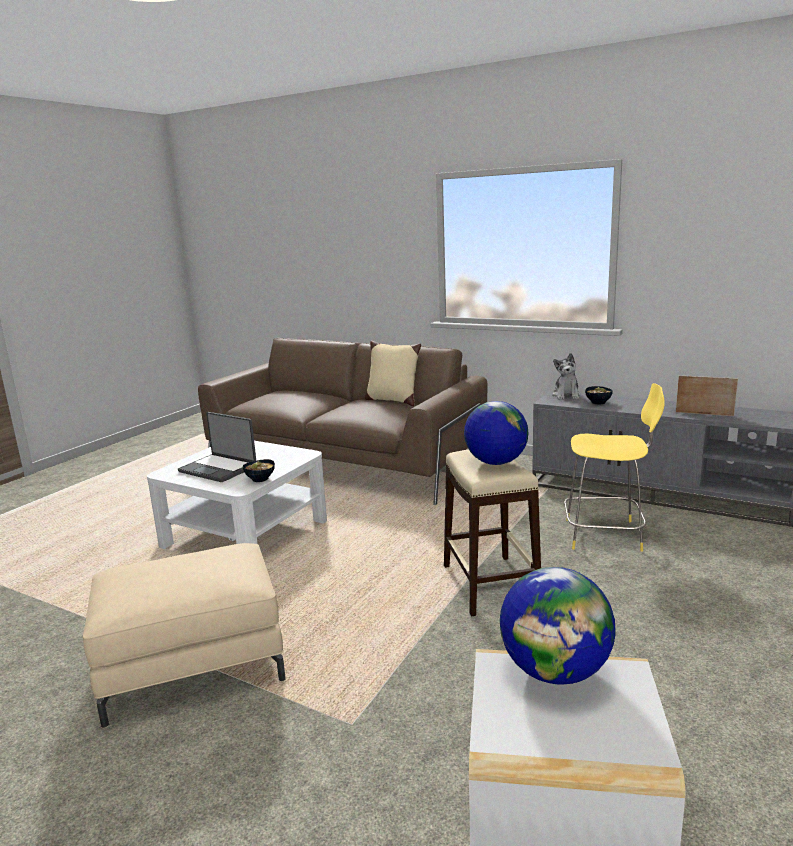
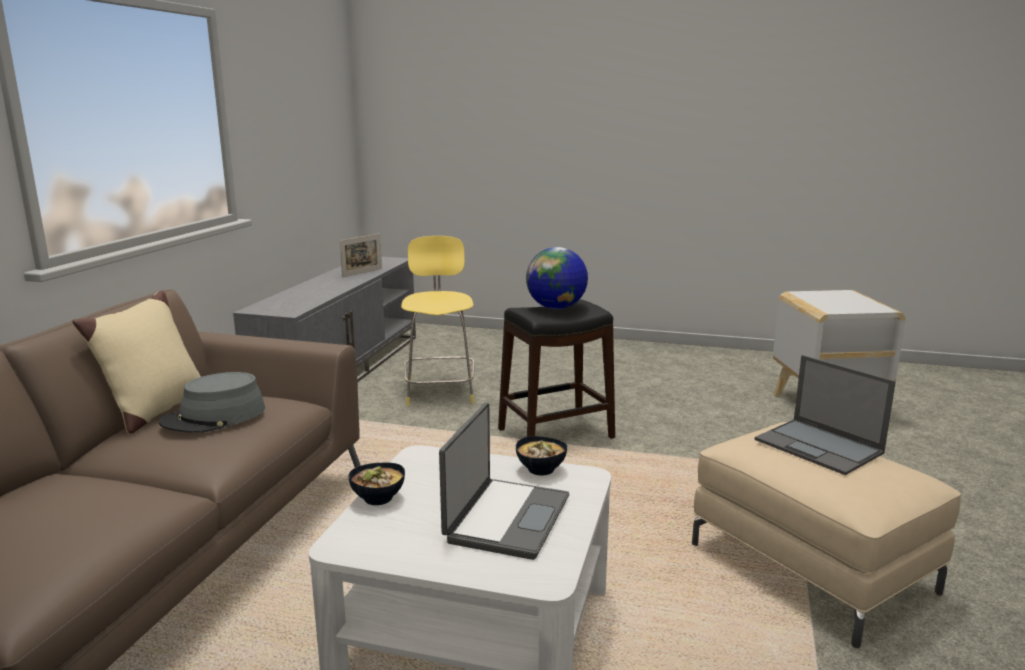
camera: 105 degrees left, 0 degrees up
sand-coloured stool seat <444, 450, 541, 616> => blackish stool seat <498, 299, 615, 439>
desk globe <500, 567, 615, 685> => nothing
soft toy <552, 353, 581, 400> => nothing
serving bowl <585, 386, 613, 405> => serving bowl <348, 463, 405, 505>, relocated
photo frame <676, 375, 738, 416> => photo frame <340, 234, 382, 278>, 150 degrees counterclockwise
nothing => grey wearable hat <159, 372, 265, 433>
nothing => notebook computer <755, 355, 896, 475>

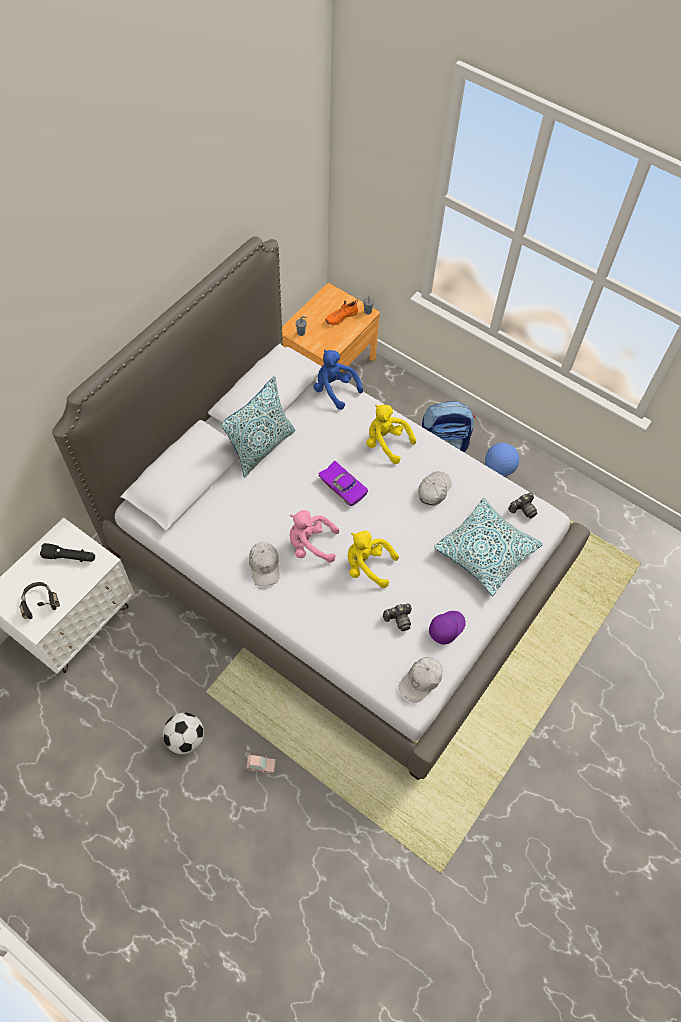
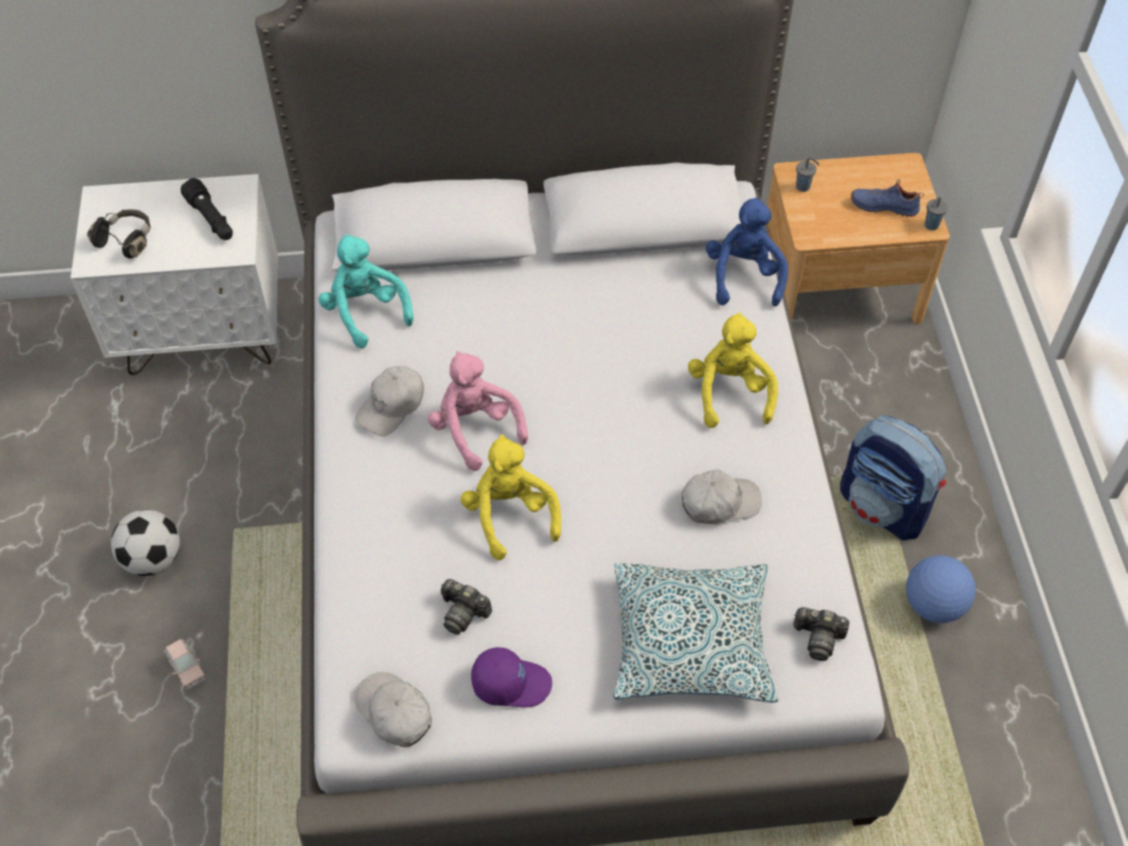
camera: 50 degrees right, 5 degrees down
throw pillow <221, 376, 295, 478> => nothing
purple miniature car <318, 461, 368, 506> => nothing
orangey item of footwear <326, 300, 358, 325> => blue-coloured item of footwear <851, 179, 924, 217>
whitish peaked cap <399, 657, 442, 703> => whitish peaked cap <354, 672, 432, 747>, 45 degrees clockwise
nothing => turquoise soft toy <318, 234, 413, 348>

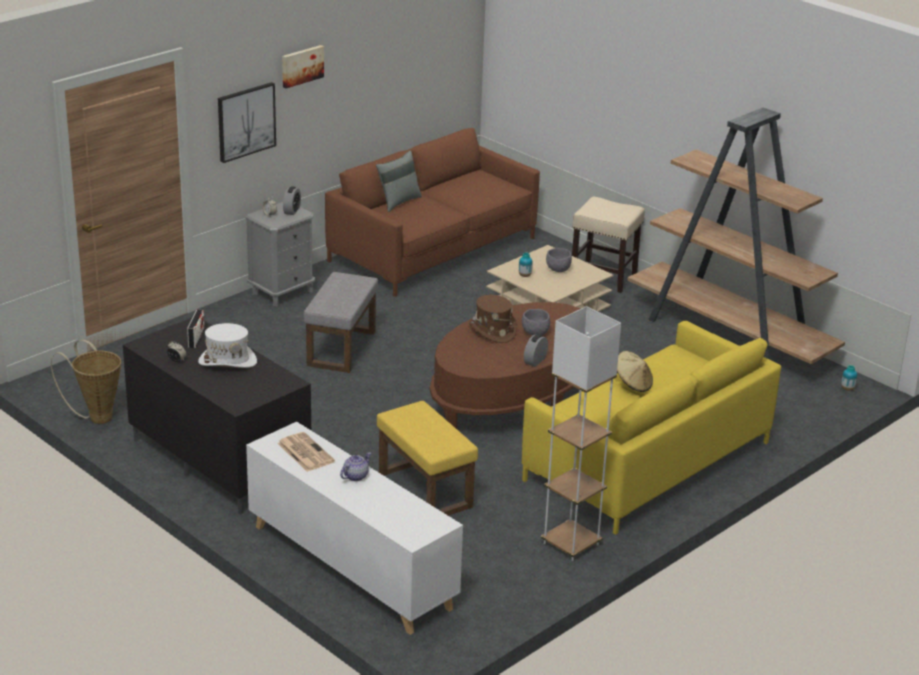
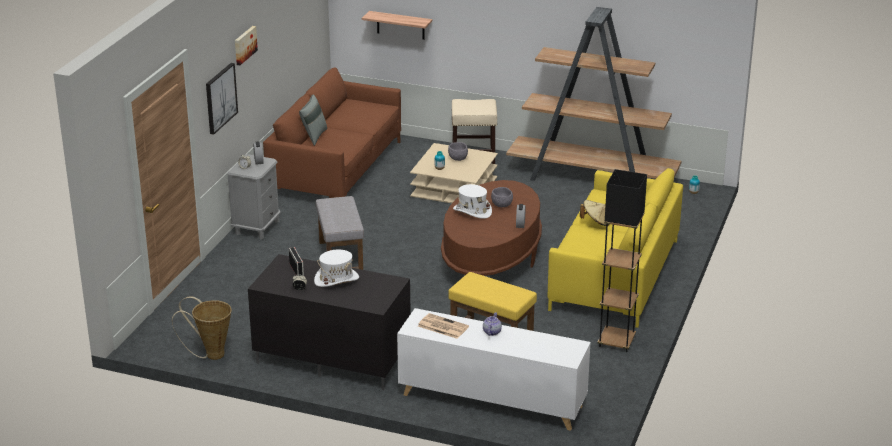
camera: 25 degrees left, 0 degrees up
brownish wearable hat <469, 295, 517, 343> => whitish wearable hat <453, 184, 492, 219>
whitish standing lamp <541, 306, 621, 561> => blackish standing lamp <597, 169, 647, 352>
nothing => bracket shelf <362, 11, 432, 40>

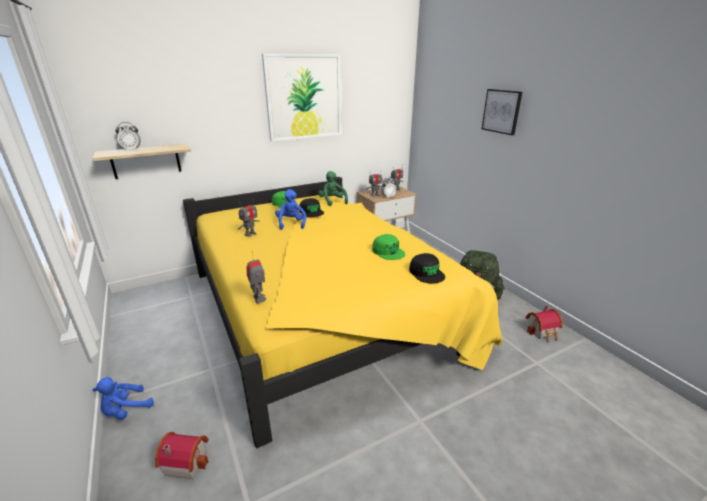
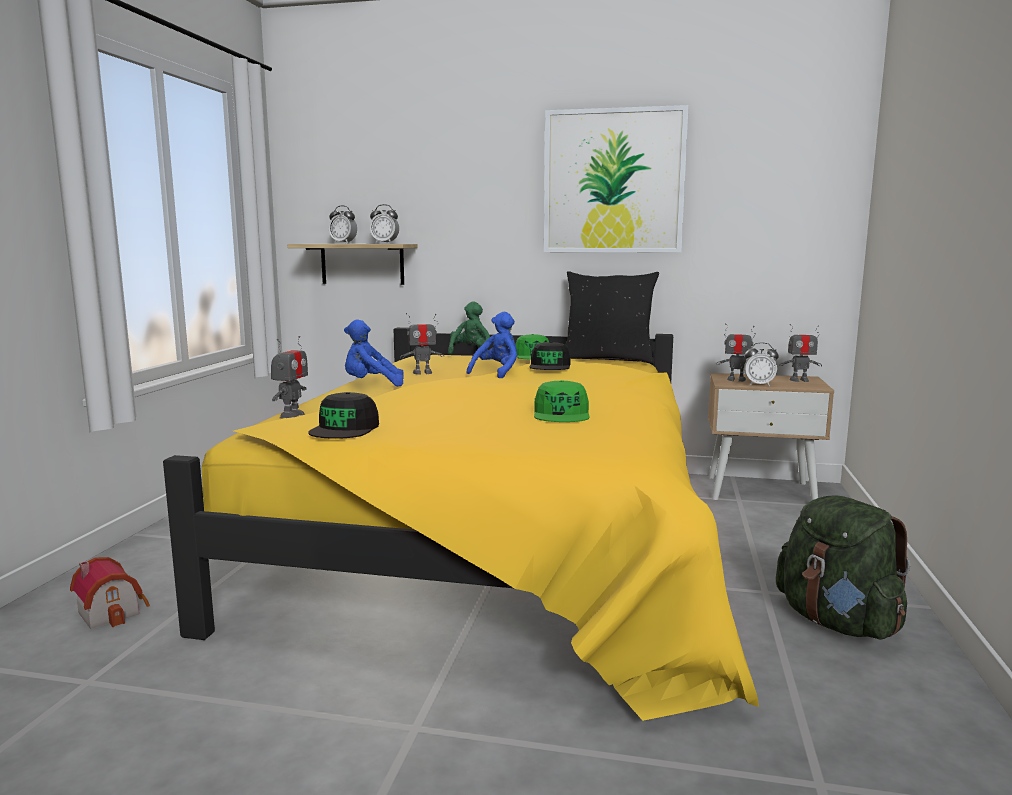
camera: 40 degrees right, 15 degrees down
blue-coloured soft toy <92, 377, 154, 420> => blue-coloured soft toy <344, 319, 404, 386>, relocated
greenish soft toy <318, 171, 348, 206> => greenish soft toy <448, 302, 490, 355>, relocated
blackish peaked cap <409, 253, 445, 283> => blackish peaked cap <308, 392, 379, 438>, relocated
wall picture <482, 89, 522, 135> => nothing
model house <526, 306, 563, 342> => nothing
nothing => alarm clock <370, 204, 399, 243>
nothing => blackish throw pillow <565, 271, 659, 364>

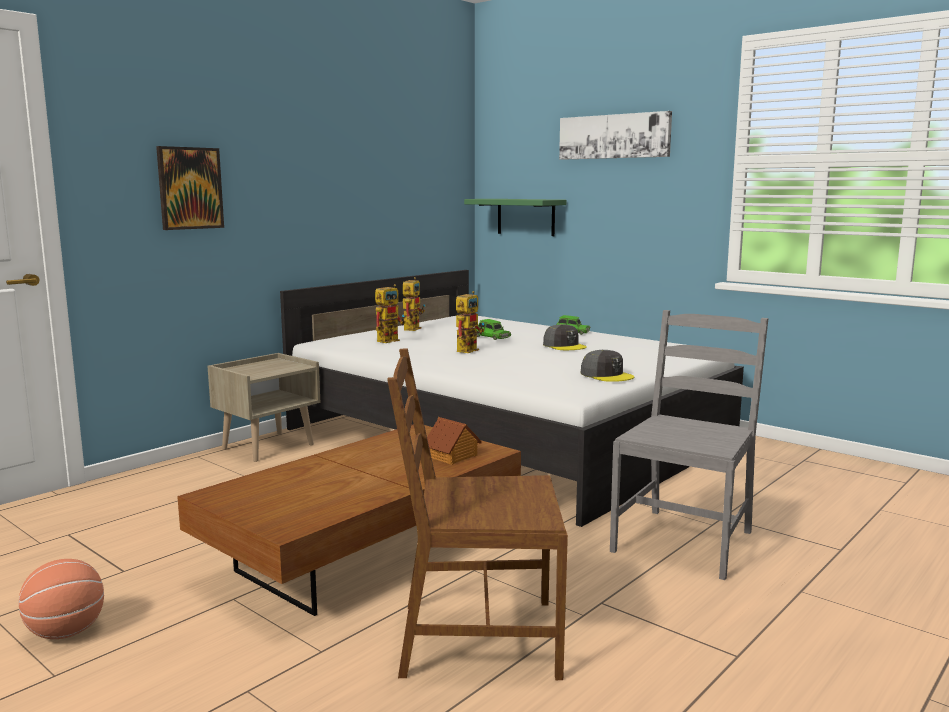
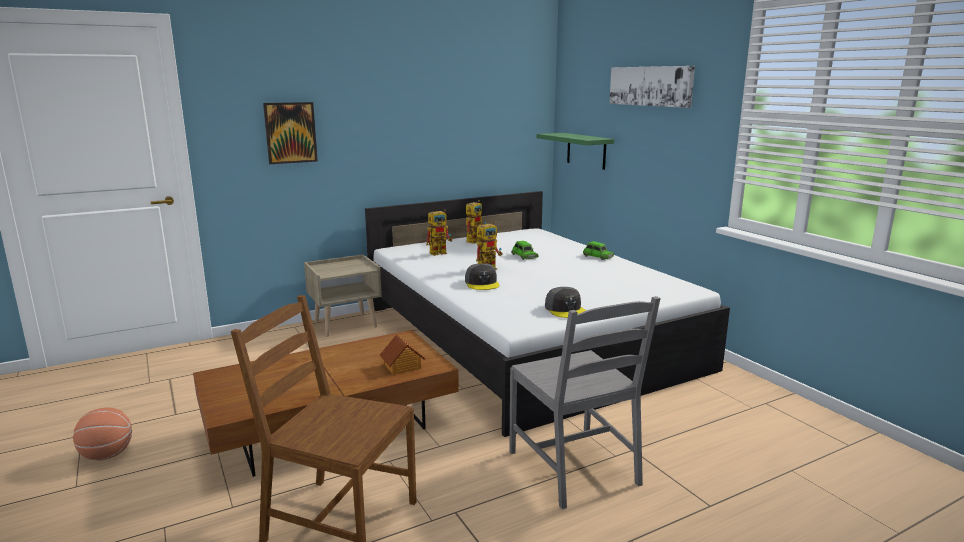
camera: 20 degrees right, 5 degrees up
grey peaked cap <543, 324, 587, 350> => grey peaked cap <465, 263, 500, 290>, relocated
grey chair <610, 310, 768, 580> => grey chair <509, 296, 661, 509>, 105 degrees clockwise

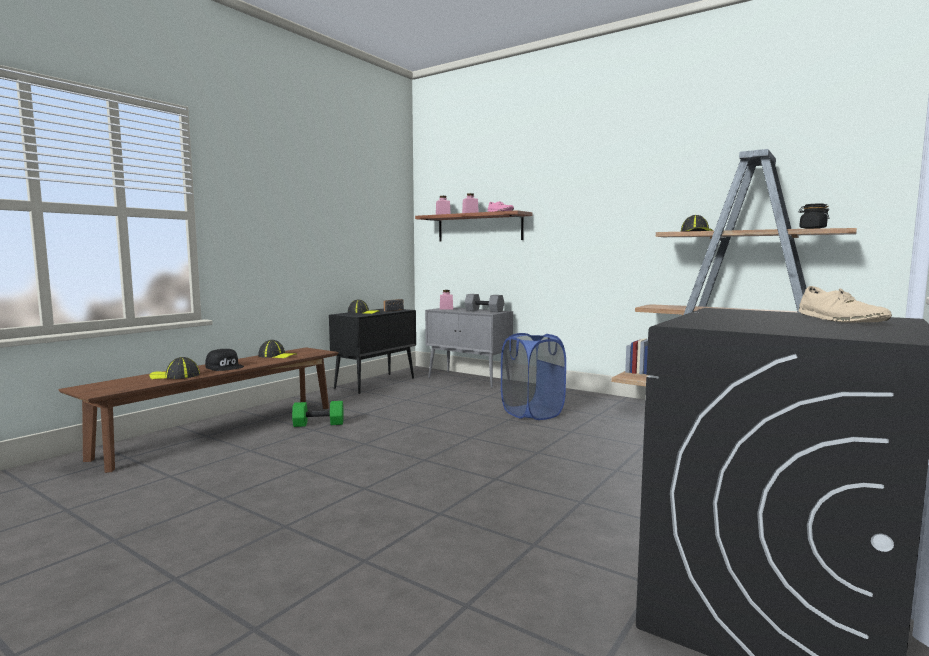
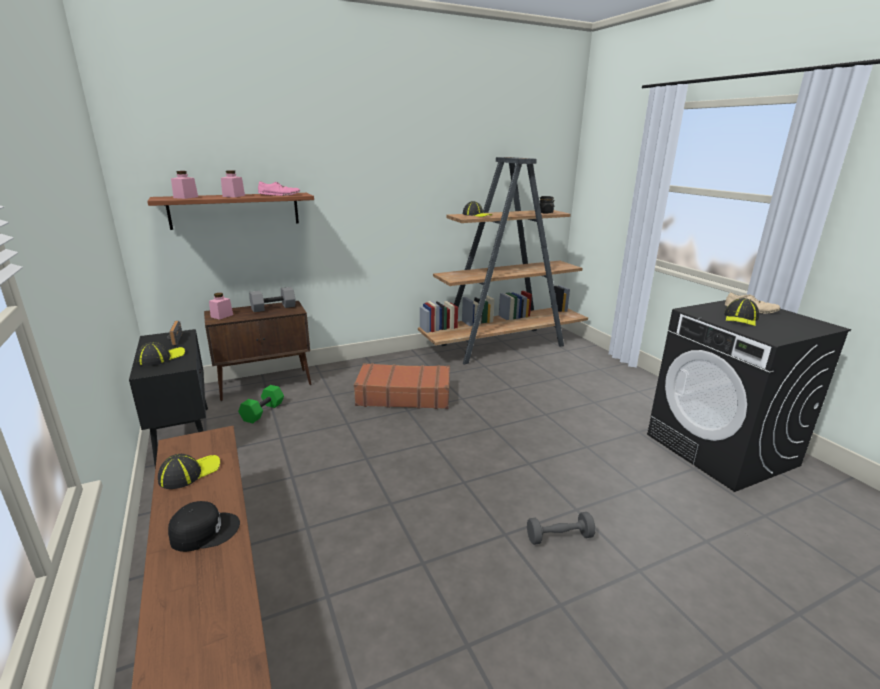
camera: 60 degrees left, 15 degrees up
peaked cap <149, 357, 200, 379> => peaked cap <724, 298, 759, 326>, relocated
greenish hand weight <292, 401, 343, 427> => greenish hand weight <238, 385, 284, 423>, relocated
grey cupboard <425, 307, 513, 388> => brownish cupboard <204, 301, 311, 401>
blue-coloured washing basket <501, 333, 566, 420> => brownish suitcase <354, 363, 450, 409>
nothing => grey hand weight <527, 512, 595, 545>

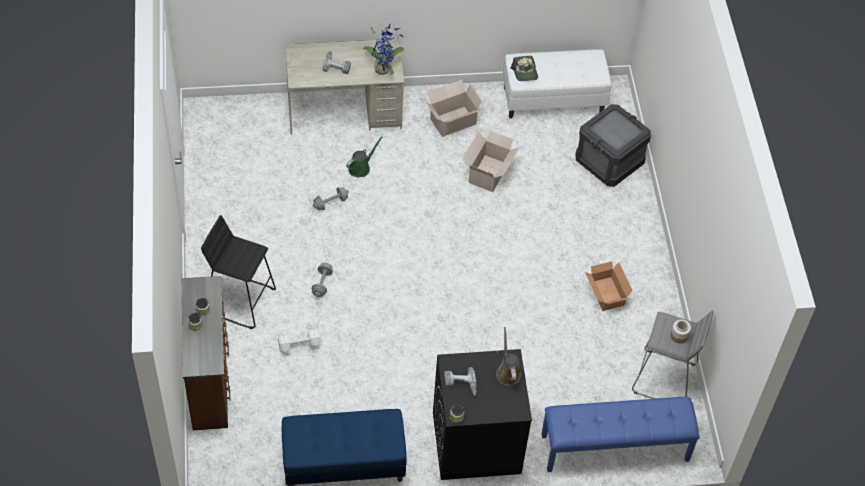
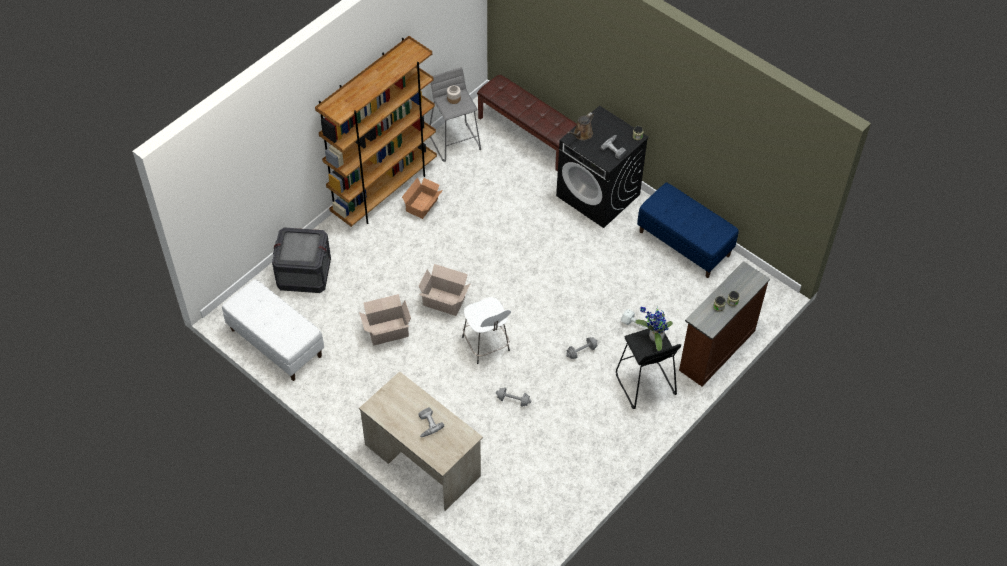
camera: 130 degrees left, 0 degrees up
greenish sprinkling can <346, 137, 383, 177> => nothing
plant in a pot <363, 25, 404, 75> => plant in a pot <635, 307, 673, 351>, relocated
packing box <425, 80, 482, 137> => packing box <418, 264, 471, 316>, relocated
peaked cap <510, 56, 538, 81> => nothing
blue-coloured bench <541, 397, 700, 472> => brownish bench <477, 75, 577, 171>
nothing => brownish bookshelf <315, 36, 437, 227>
nothing => whitish stool seat <462, 297, 511, 364>

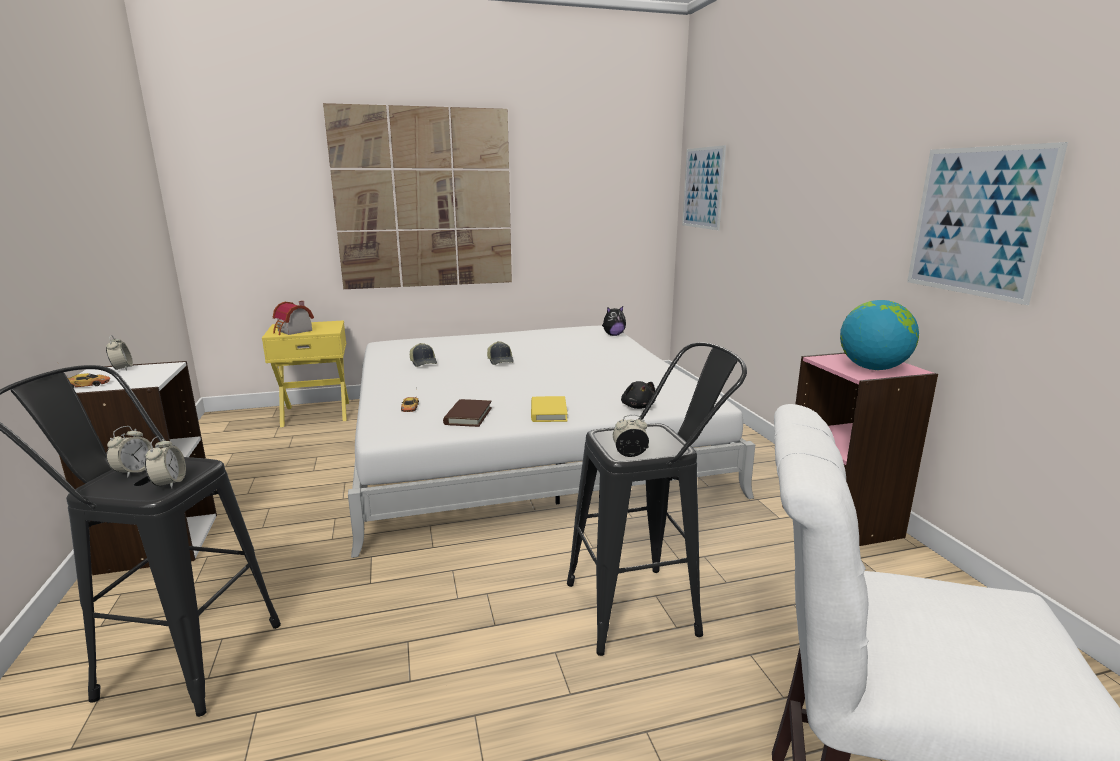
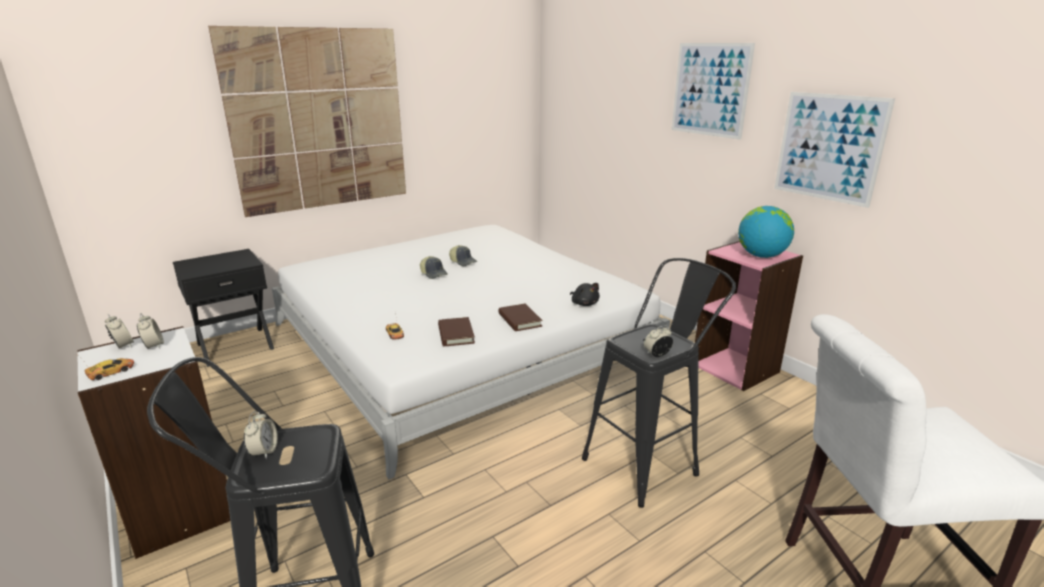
camera: 20 degrees left, 5 degrees up
alarm clock <145, 436, 186, 489> => alarm clock <137, 313, 164, 349>, relocated
yellow night table <262, 320, 349, 427> => blackish night table <173, 249, 274, 367>
model house <273, 301, 314, 335> => nothing
peaked cap <410, 343, 437, 367> => peaked cap <449, 245, 477, 266>, relocated
yellow volume <531, 396, 568, 422> => brownish volume <498, 303, 542, 331>
soft toy <602, 306, 626, 336> => nothing
wall picture <682, 145, 726, 230> => wall picture <672, 43, 755, 140>, relocated

